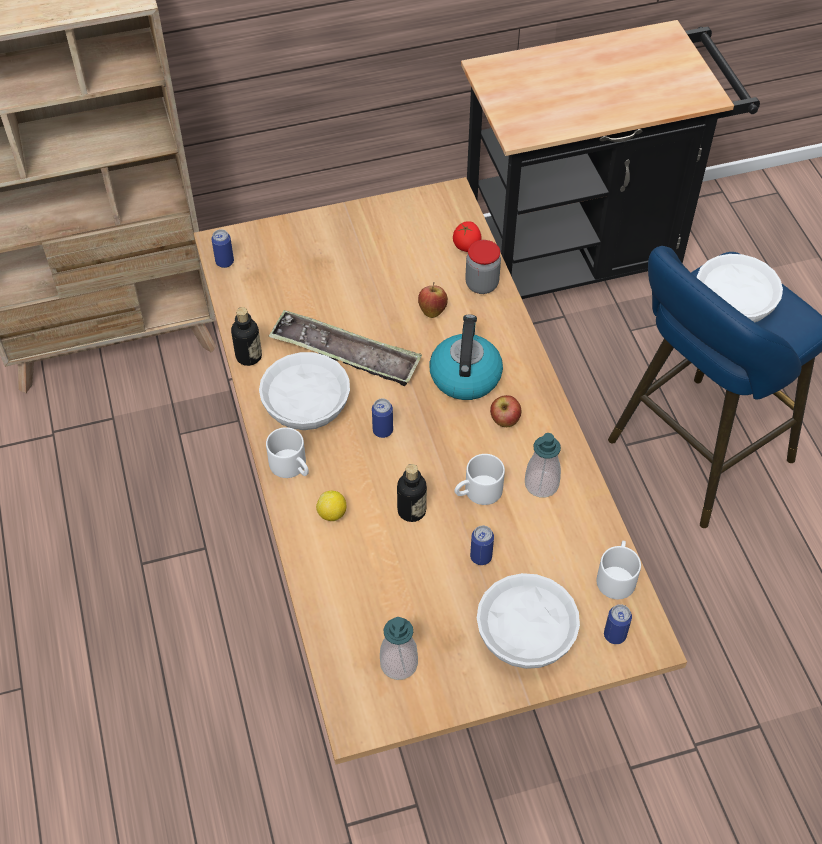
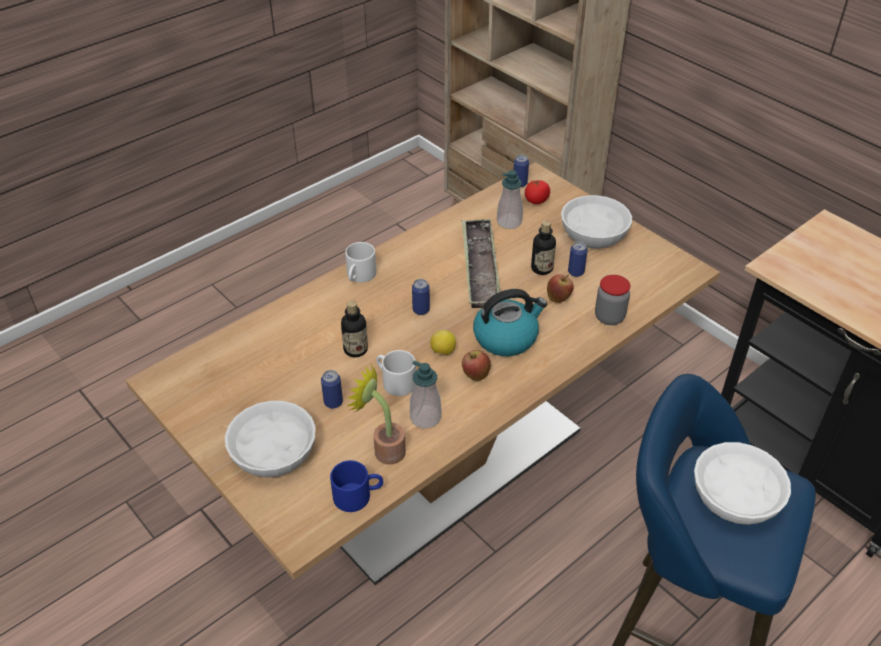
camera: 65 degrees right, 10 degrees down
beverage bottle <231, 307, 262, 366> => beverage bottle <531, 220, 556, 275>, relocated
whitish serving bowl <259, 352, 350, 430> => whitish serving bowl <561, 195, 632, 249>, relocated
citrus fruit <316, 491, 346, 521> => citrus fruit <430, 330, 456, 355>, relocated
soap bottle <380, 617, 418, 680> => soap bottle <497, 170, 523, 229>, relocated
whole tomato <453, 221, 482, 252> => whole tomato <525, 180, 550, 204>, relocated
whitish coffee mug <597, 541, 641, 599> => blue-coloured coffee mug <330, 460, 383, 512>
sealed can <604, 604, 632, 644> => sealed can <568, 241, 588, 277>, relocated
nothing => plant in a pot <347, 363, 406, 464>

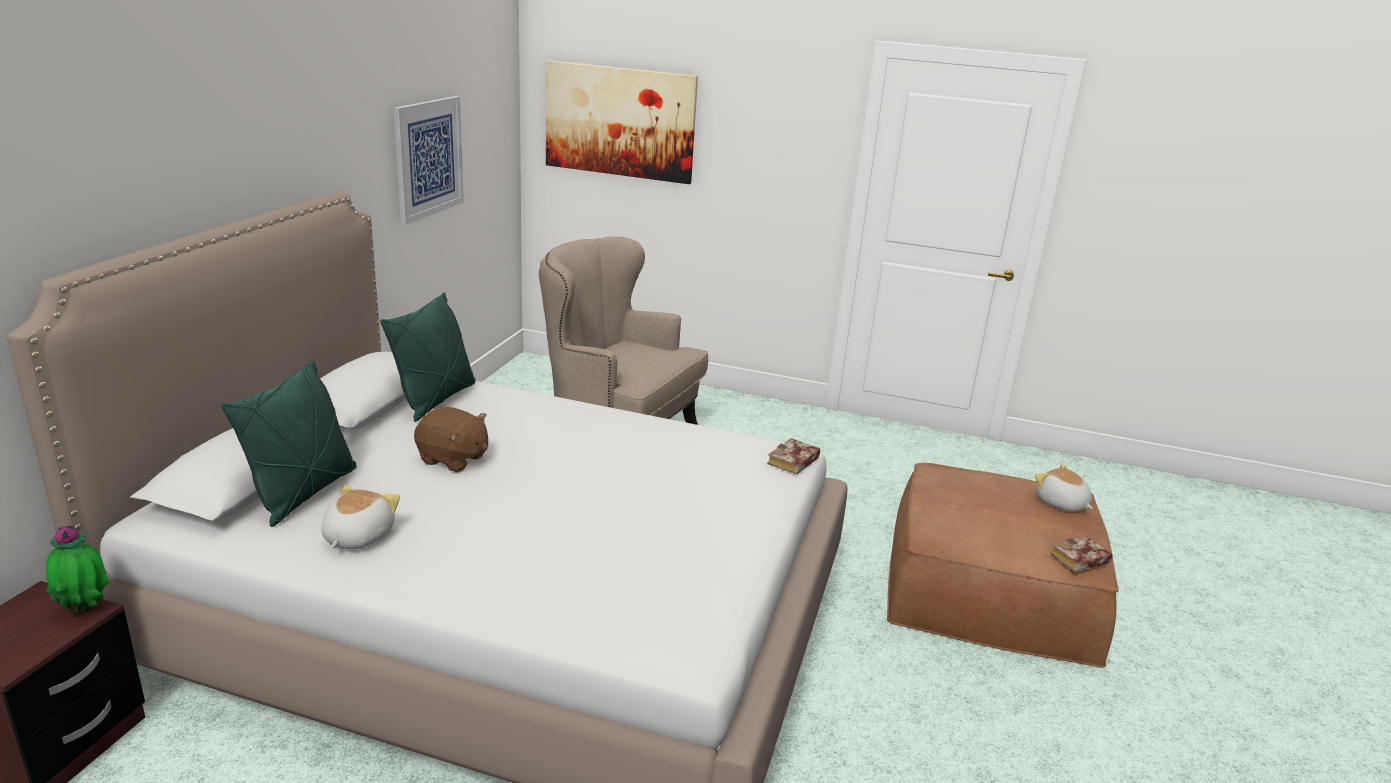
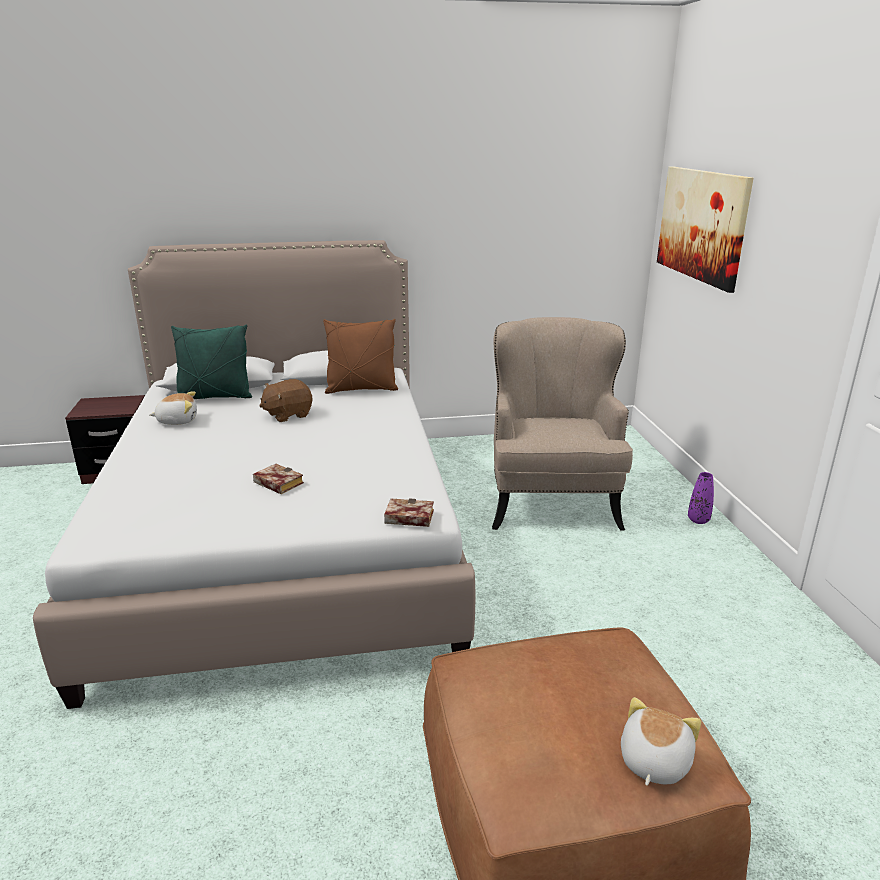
camera: 65 degrees right, 0 degrees up
plant in a pot <46, 525, 110, 615> => nothing
greenish throw pillow <380, 293, 475, 422> => brownish throw pillow <323, 319, 398, 394>
wall picture <394, 96, 464, 225> => nothing
brownish soft toy <414, 407, 488, 472> => brownish soft toy <259, 379, 312, 422>, 60 degrees clockwise
volume <1051, 536, 1112, 572> => volume <253, 464, 304, 494>, relocated
nothing => purple vase <688, 472, 714, 524>

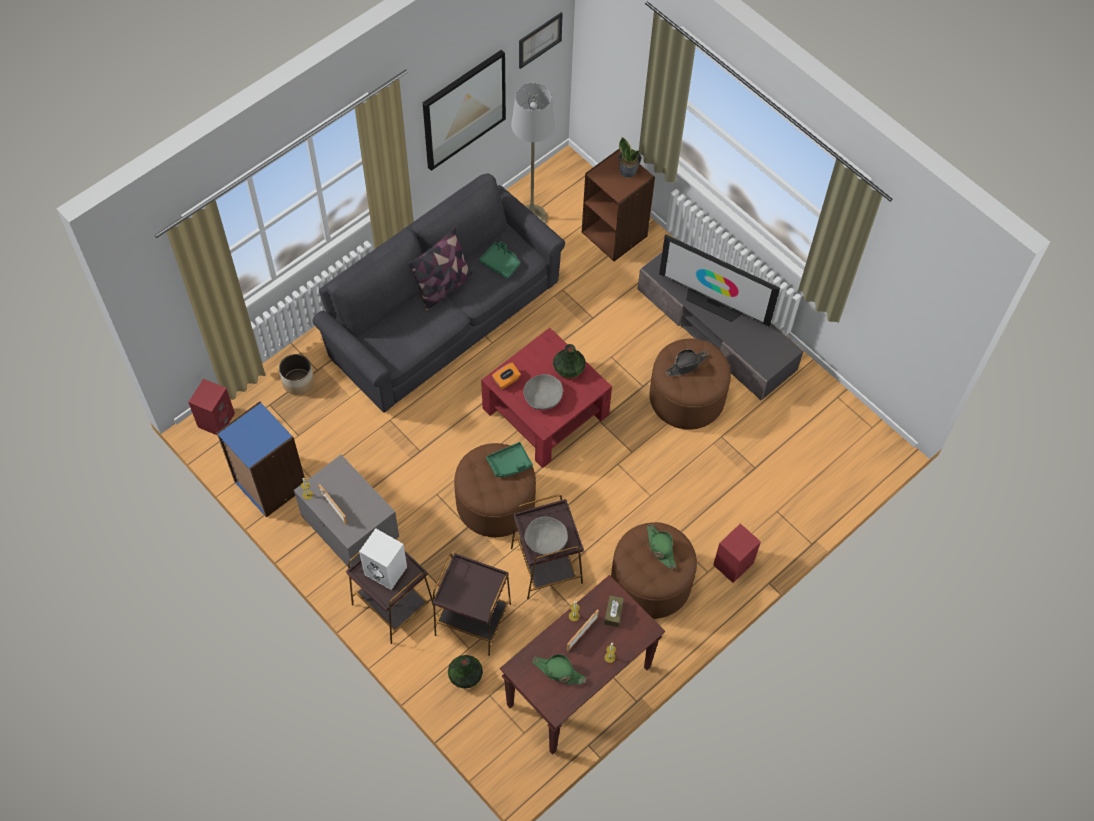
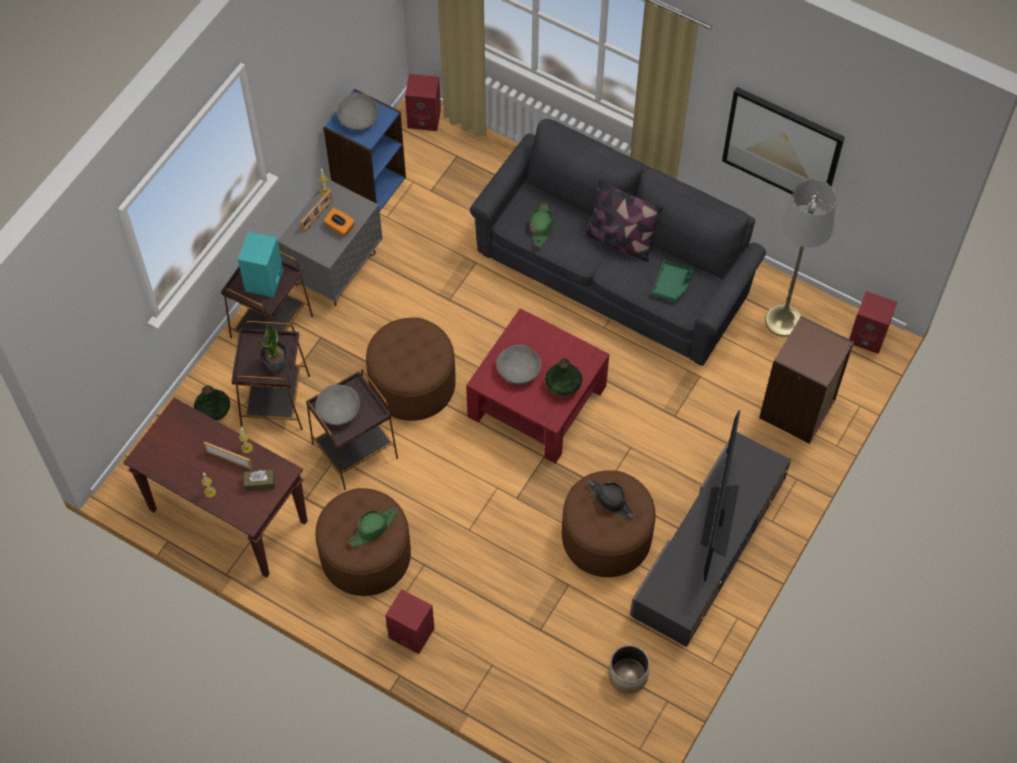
camera: 75 degrees right, 0 degrees up
flower pot <279, 354, 314, 395> => flower pot <608, 645, 650, 694>, relocated
whitish audio speaker <359, 528, 407, 590> => turquoise audio speaker <238, 232, 283, 298>
greenish serving tray <486, 442, 533, 477> => nothing
orangey box of tissues <492, 363, 521, 389> => orangey box of tissues <324, 208, 355, 237>, relocated
wall picture <519, 12, 563, 69> => nothing
greenish wearable hat <532, 654, 587, 684> => greenish wearable hat <530, 202, 553, 247>, relocated
plant in a pot <618, 138, 641, 178> => plant in a pot <257, 323, 287, 373>, relocated
nothing => grey serving bowl <337, 93, 378, 130>
nothing => red audio speaker <849, 291, 897, 354>

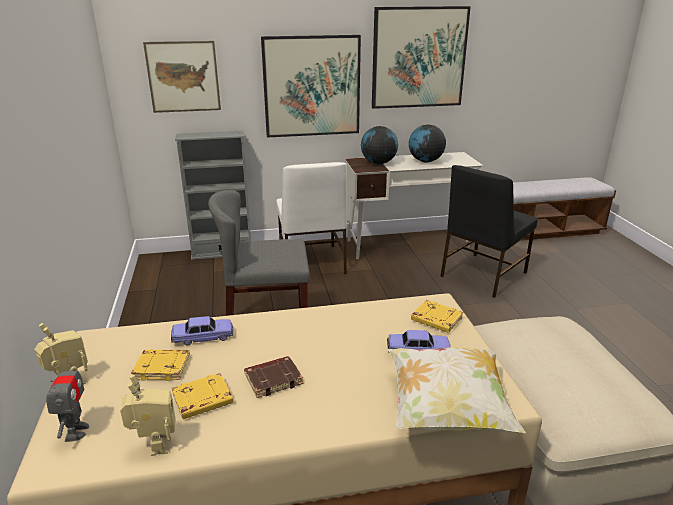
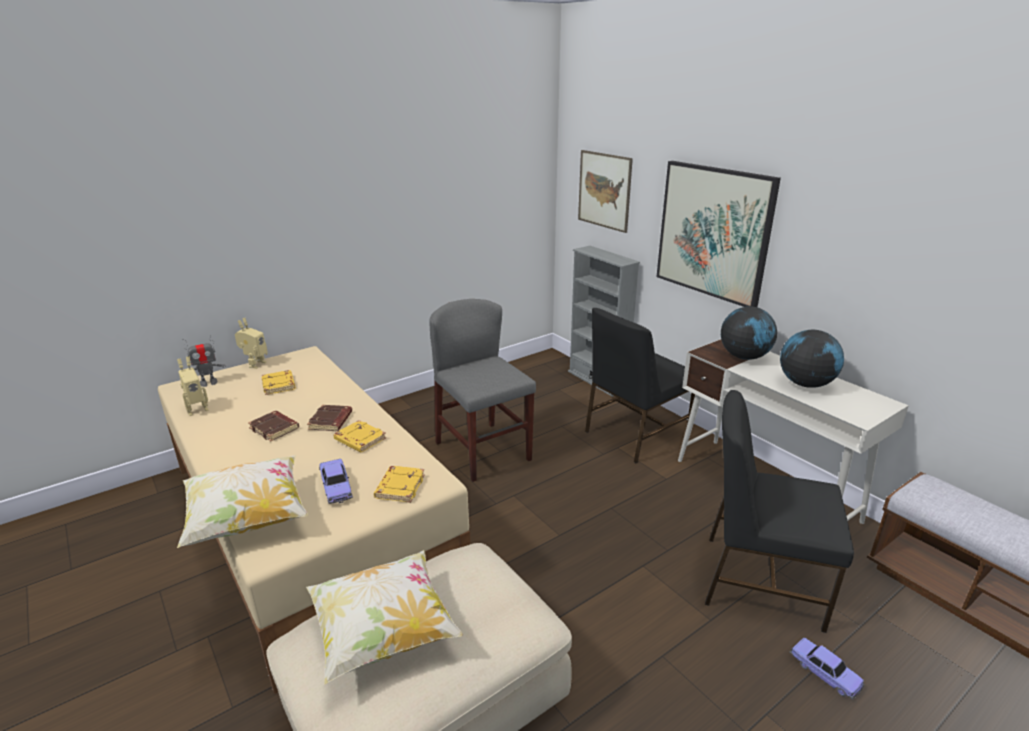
camera: 65 degrees right, 0 degrees up
miniature car <171, 316, 233, 346> => miniature car <789, 638, 864, 699>, relocated
yellow volume <172, 373, 233, 419> => yellow volume <333, 420, 386, 452>, relocated
whitish chair <276, 162, 347, 274> => blackish chair <585, 308, 695, 463>
wall picture <372, 6, 471, 109> => nothing
nothing => throw pillow <306, 550, 463, 684>
nothing => brownish volume <307, 405, 352, 431>

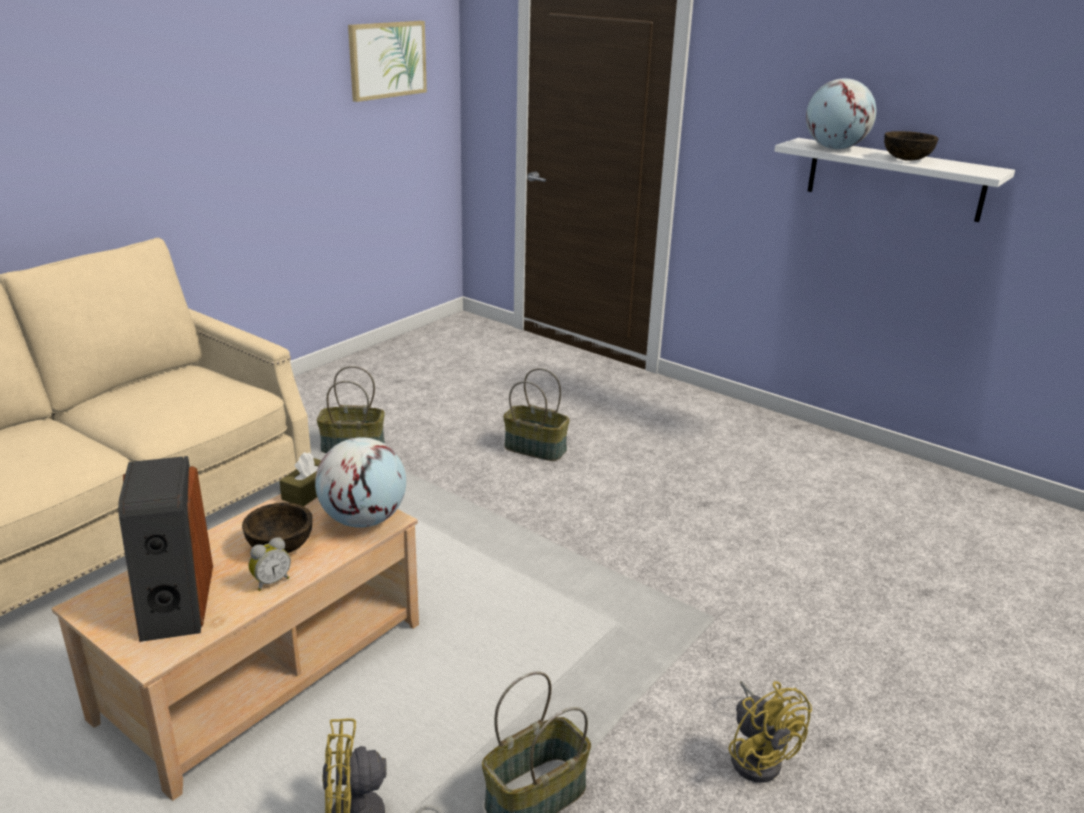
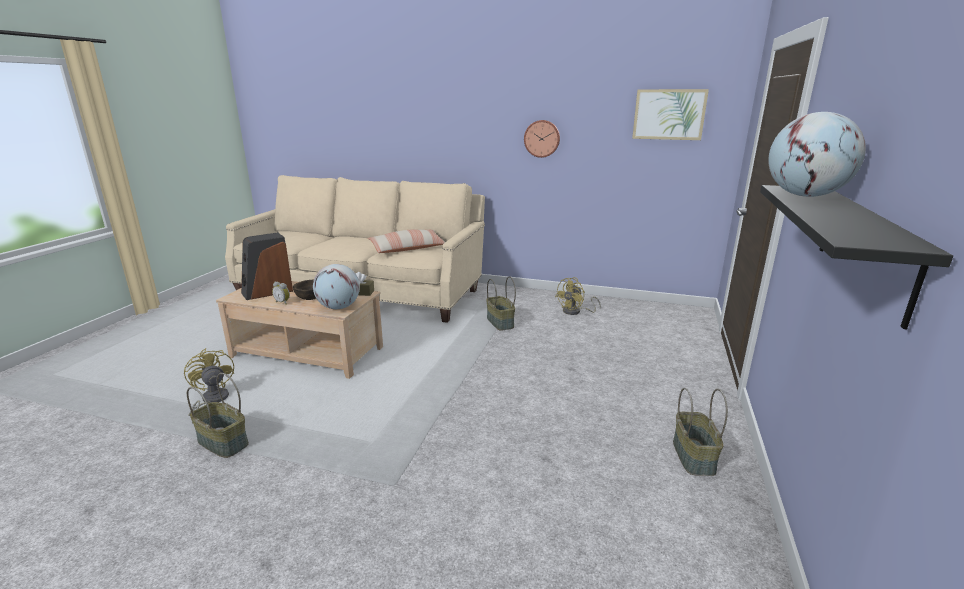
camera: 70 degrees right, 5 degrees down
storage basket <503, 368, 570, 461> => storage basket <673, 388, 728, 476>, relocated
yellow cooling fan <728, 681, 812, 783> => yellow cooling fan <555, 277, 601, 315>, relocated
whitish bracket shelf <774, 138, 1015, 222> => blackish bracket shelf <760, 185, 953, 330>
brownish serving bowl <884, 131, 939, 161> => nothing
nothing => throw pillow <368, 229, 445, 253>
nothing => wall clock <524, 120, 560, 158>

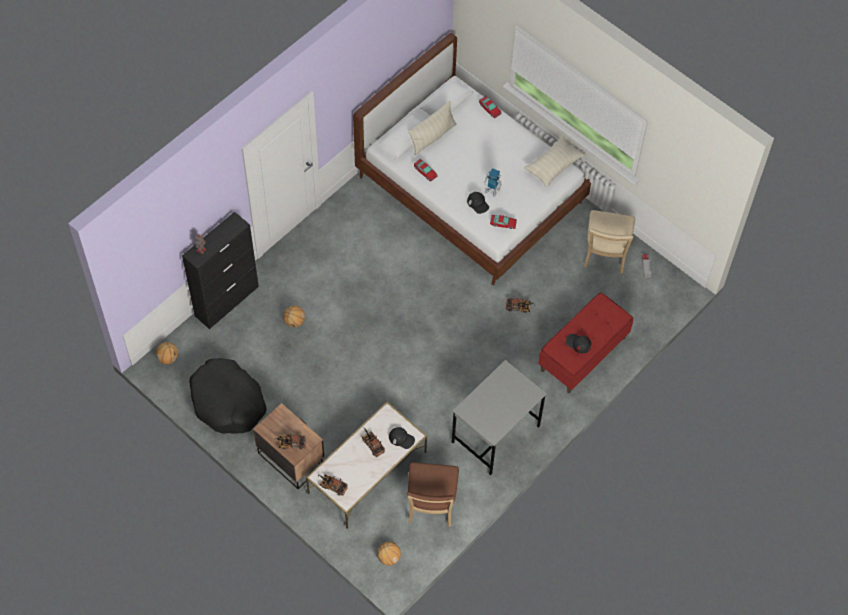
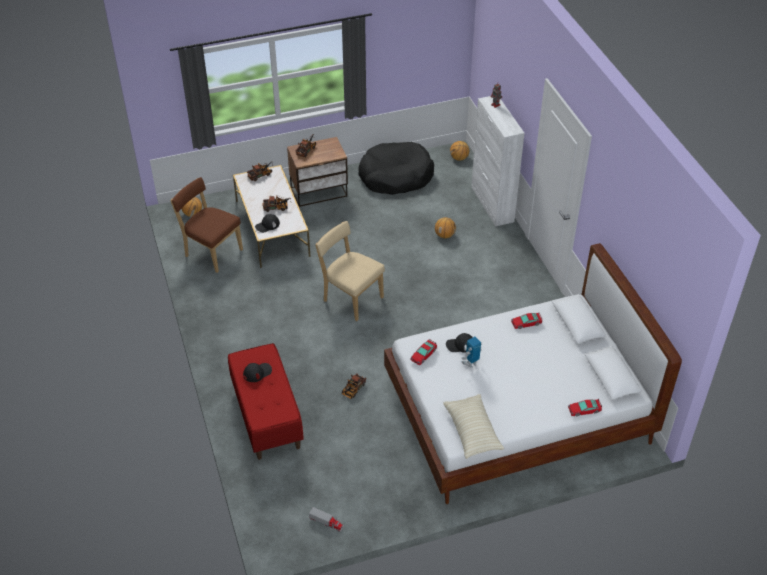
camera: 120 degrees right, 15 degrees down
blackish cupboard <182, 212, 259, 329> => whitish cupboard <471, 96, 525, 227>
sand-coloured throw pillow <408, 101, 456, 155> => nothing
grey desk table <452, 360, 547, 475> => nothing
sand-coloured chair <584, 210, 635, 273> => sand-coloured chair <315, 221, 385, 321>, relocated

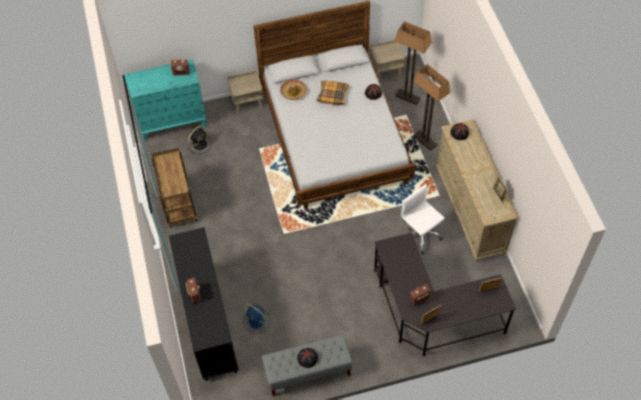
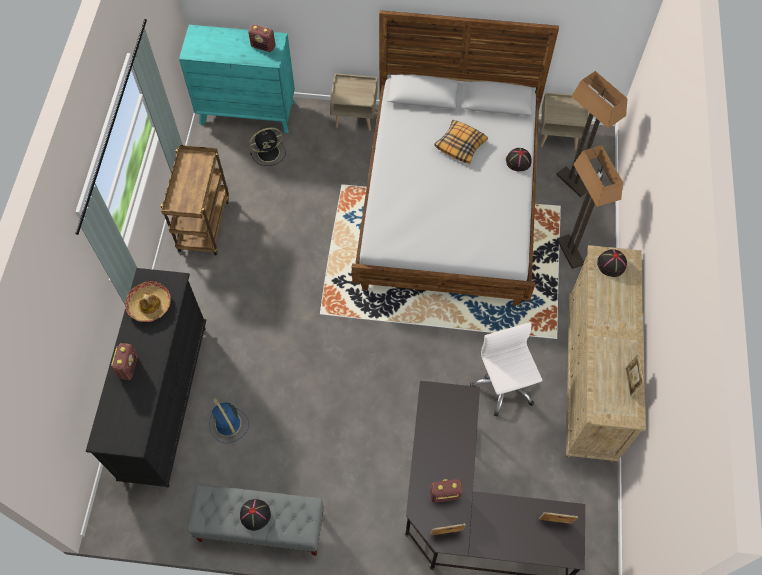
camera: 20 degrees right, 5 degrees up
wearable hat <280, 79, 306, 100> => wearable hat <125, 281, 171, 322>, relocated

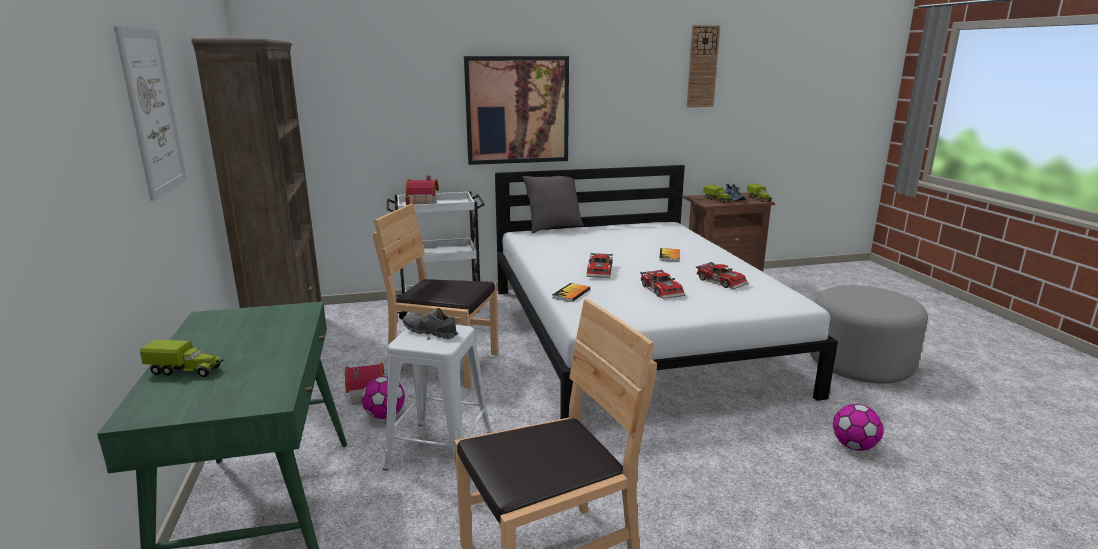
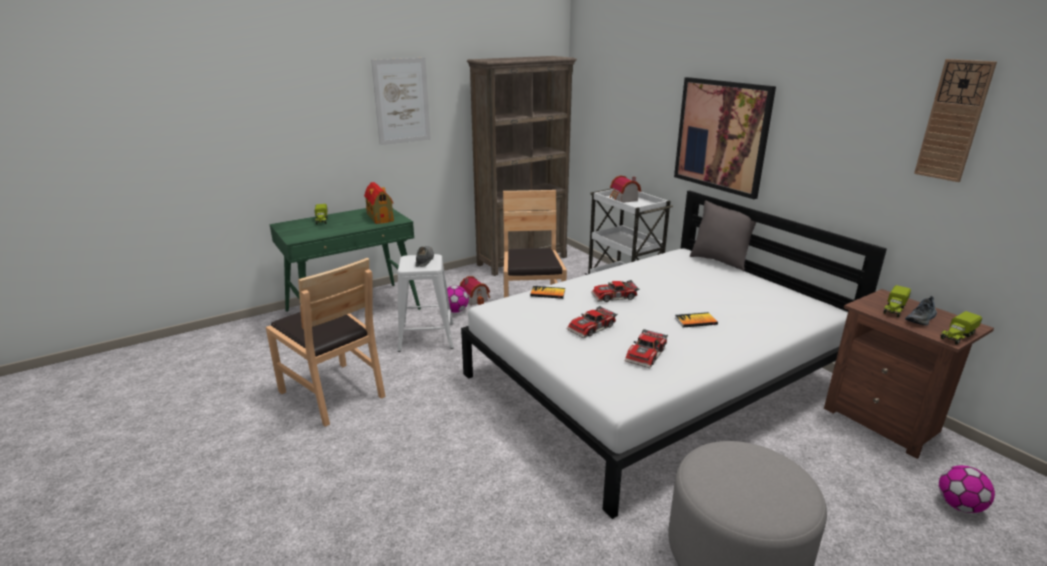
camera: 70 degrees right, 5 degrees up
ball for football <833, 404, 884, 451> => ball for football <939, 466, 995, 513>, relocated
nothing => model house <364, 182, 394, 224>

